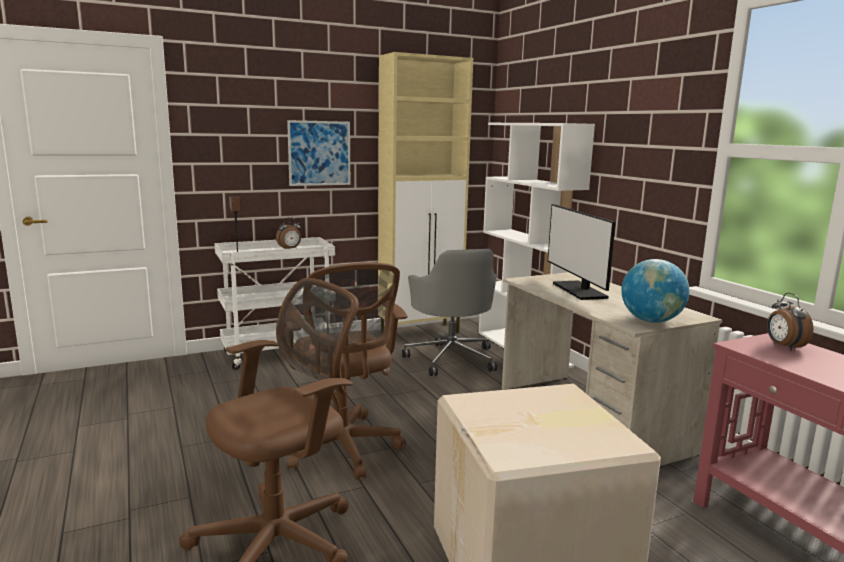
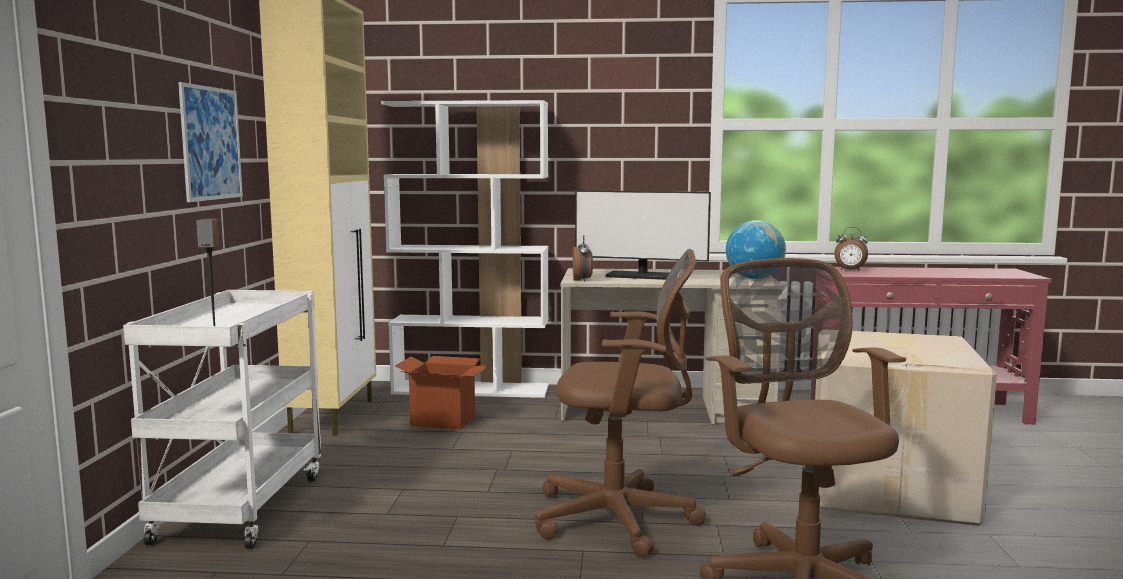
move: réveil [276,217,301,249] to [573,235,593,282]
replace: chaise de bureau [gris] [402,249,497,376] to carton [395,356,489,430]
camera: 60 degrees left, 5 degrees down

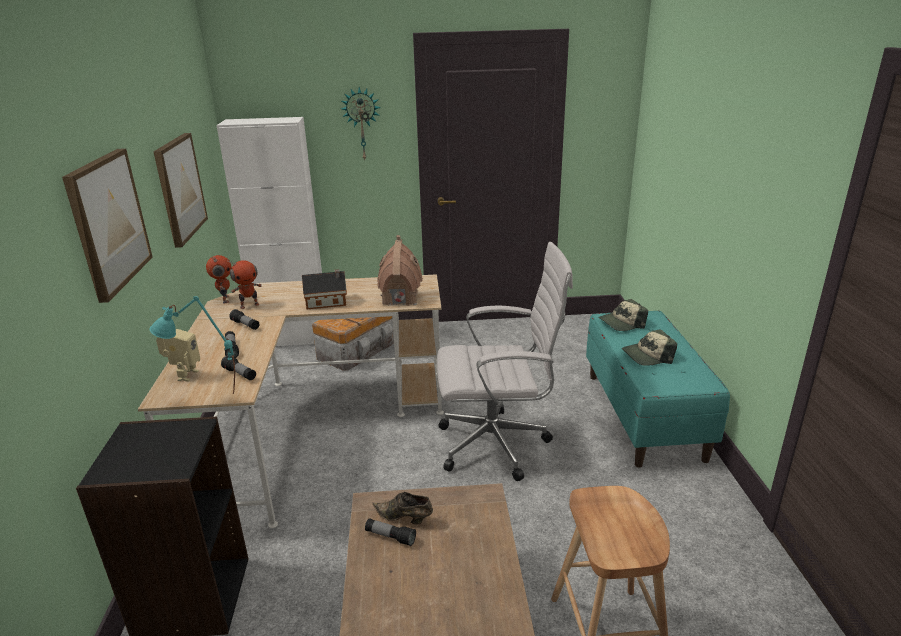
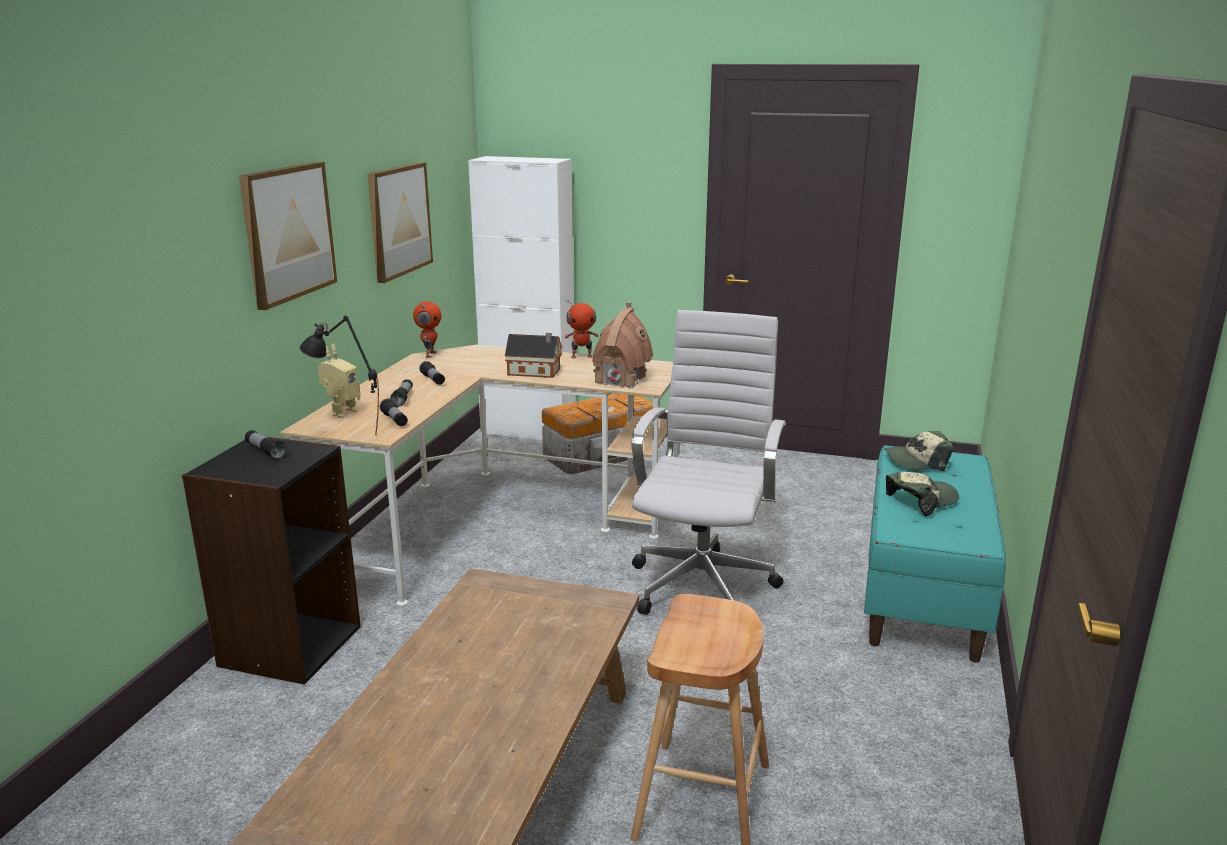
delete: horloge murale [341,87,381,160]; chaussure [marron] [372,492,433,525]
move: lampe de poche [365,518,416,546] to [245,430,287,459]; robot jouet [227,259,262,309] to [564,299,599,359]
recolor: lampe de table [turquoise] [150,296,235,391] to lampe de table [noir] [300,316,379,435]
rotate: chaise de bureau [blanc] [437,242,573,481] = [632,310,786,615] 90 degrees counterclockwise; casquette [622,330,677,366] = [886,472,959,516] 150 degrees clockwise
camera: 20 degrees right, 5 degrees down

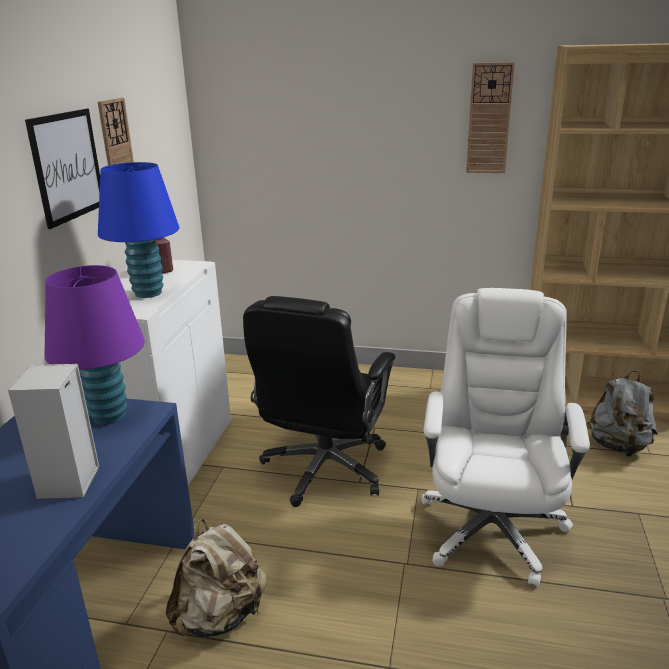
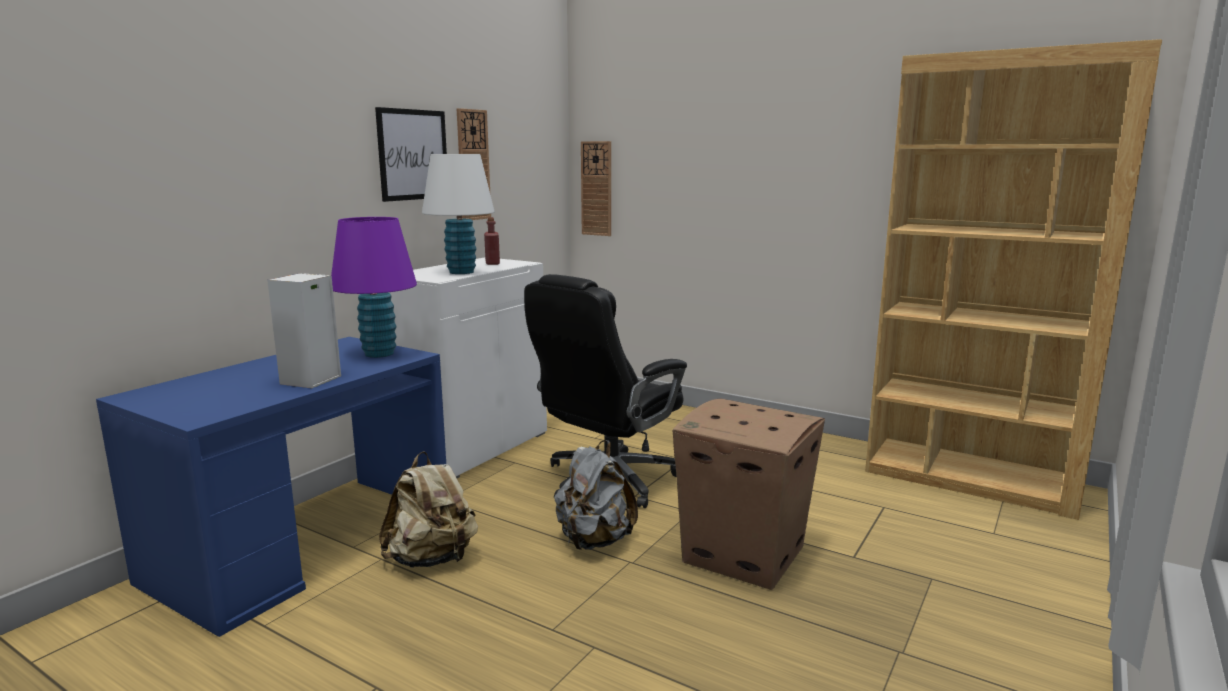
move: sac à dos [gris] [586,371,657,457] to [554,440,638,550]; horloge murale [466,62,515,173] to [581,141,611,236]
replace: chaise de bureau [blanc] [422,288,590,587] to carton [673,399,825,590]
recolor: lampe de table [bleu] [98,162,179,298] to lampe de table [blanc] [422,154,495,274]
camera: 20 degrees right, 10 degrees down

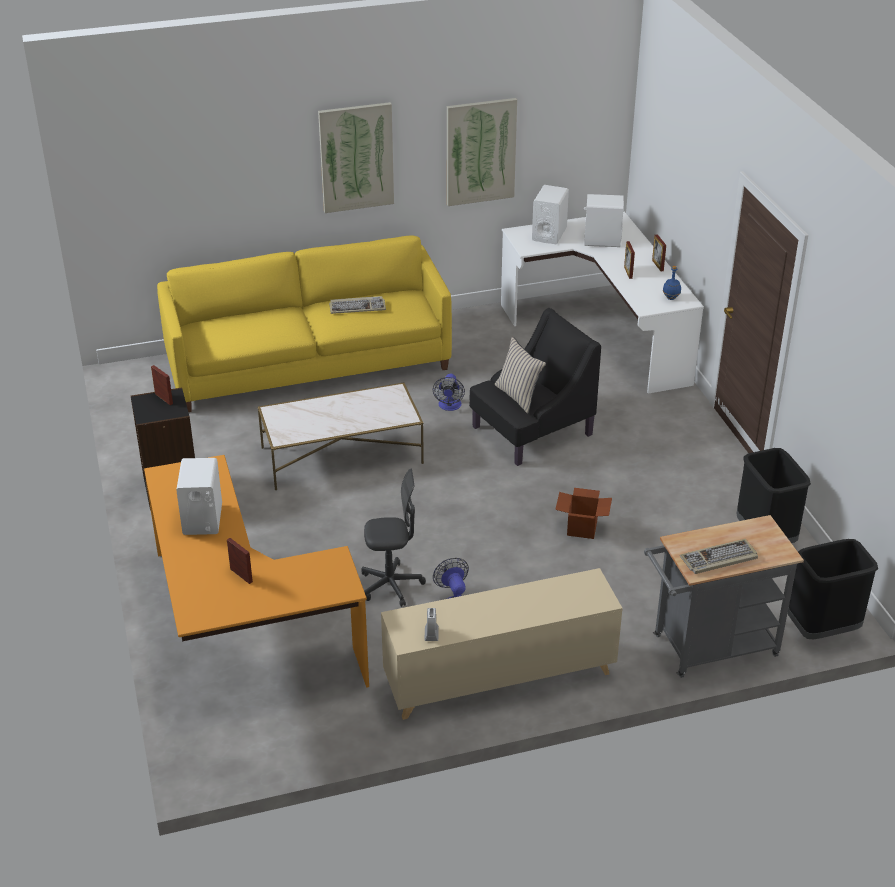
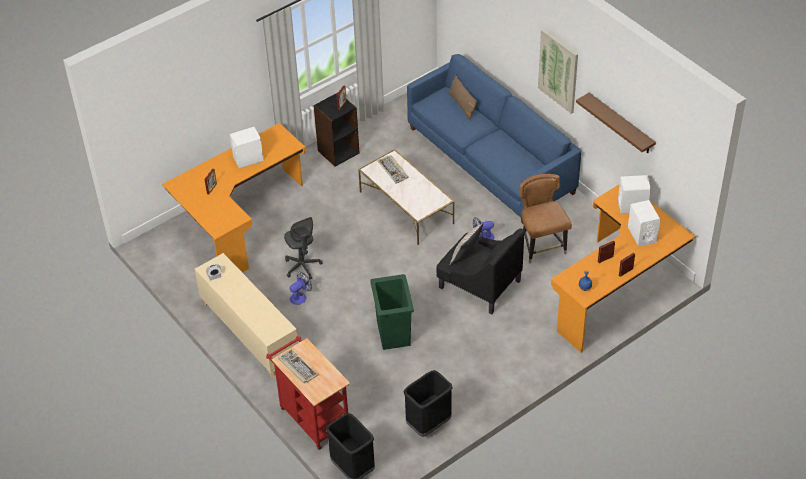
insert: coussin [marron] [448,75,477,121]; chaise [marron] [519,174,572,264]
move: clavier [329,296,386,314] to [378,155,408,183]
replace: carton [555,488,612,539] to poubelle [vert] [370,274,414,350]; tableau [447,98,517,206] to étagère [marron] [576,92,656,153]
recolor: chariot [gris] [644,515,804,678] to chariot [rouge] [266,336,350,450]; canapé [jaune] [157,235,452,412] to canapé [bleu] [407,54,581,225]; bureau [blanc] [501,212,704,394] to bureau [orange] [551,184,696,353]
camera: 70 degrees right, 10 degrees up

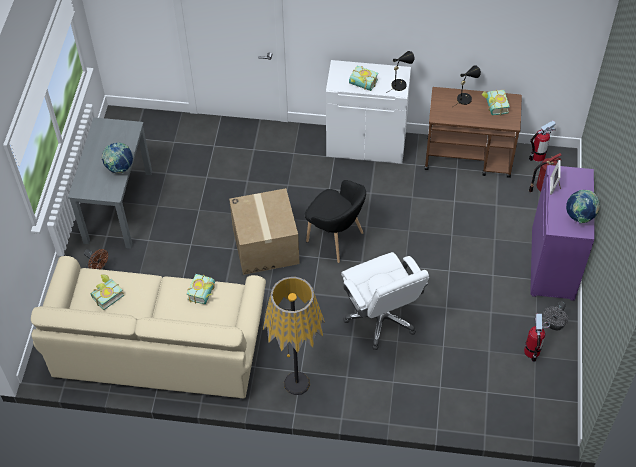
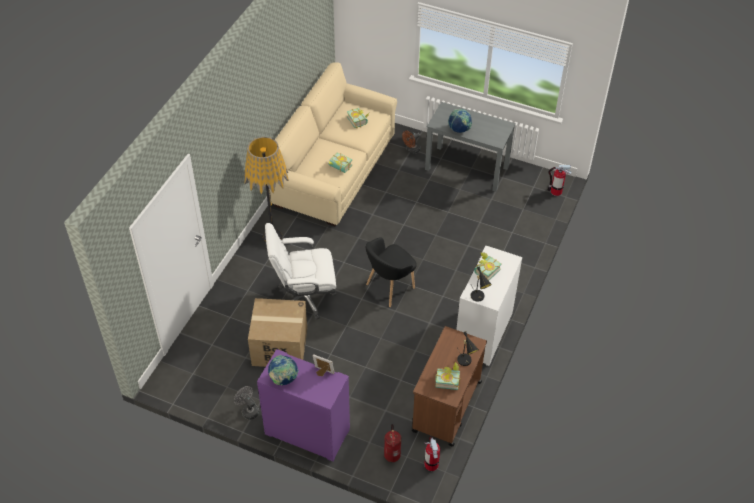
move: carton [229,188,300,275] to [248,298,307,367]; extincteur [524,314,550,362] to [548,165,571,196]
camera: 105 degrees right, 5 degrees down

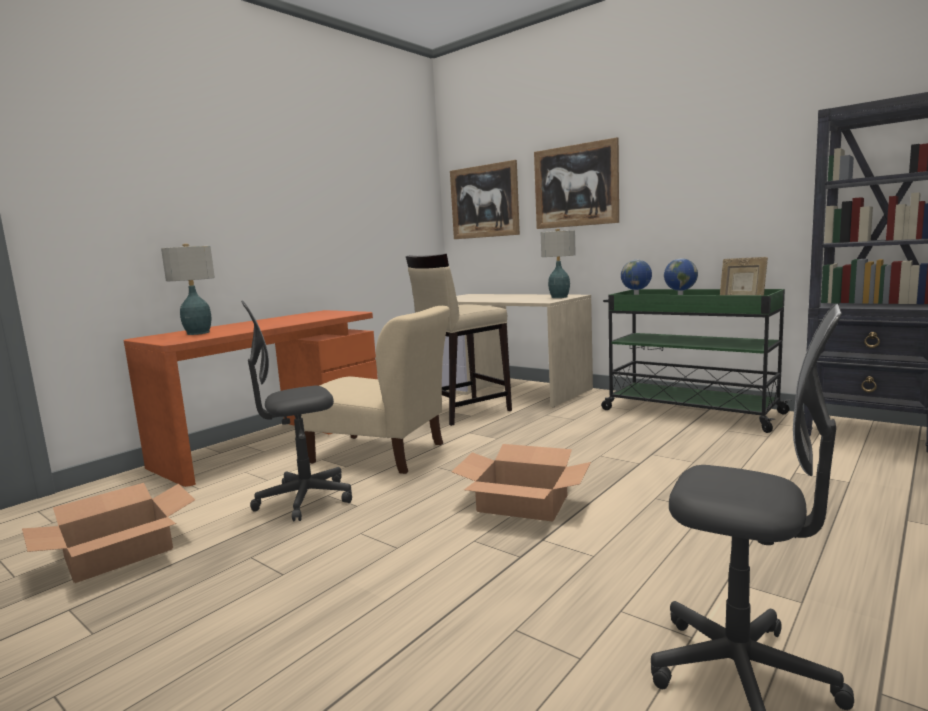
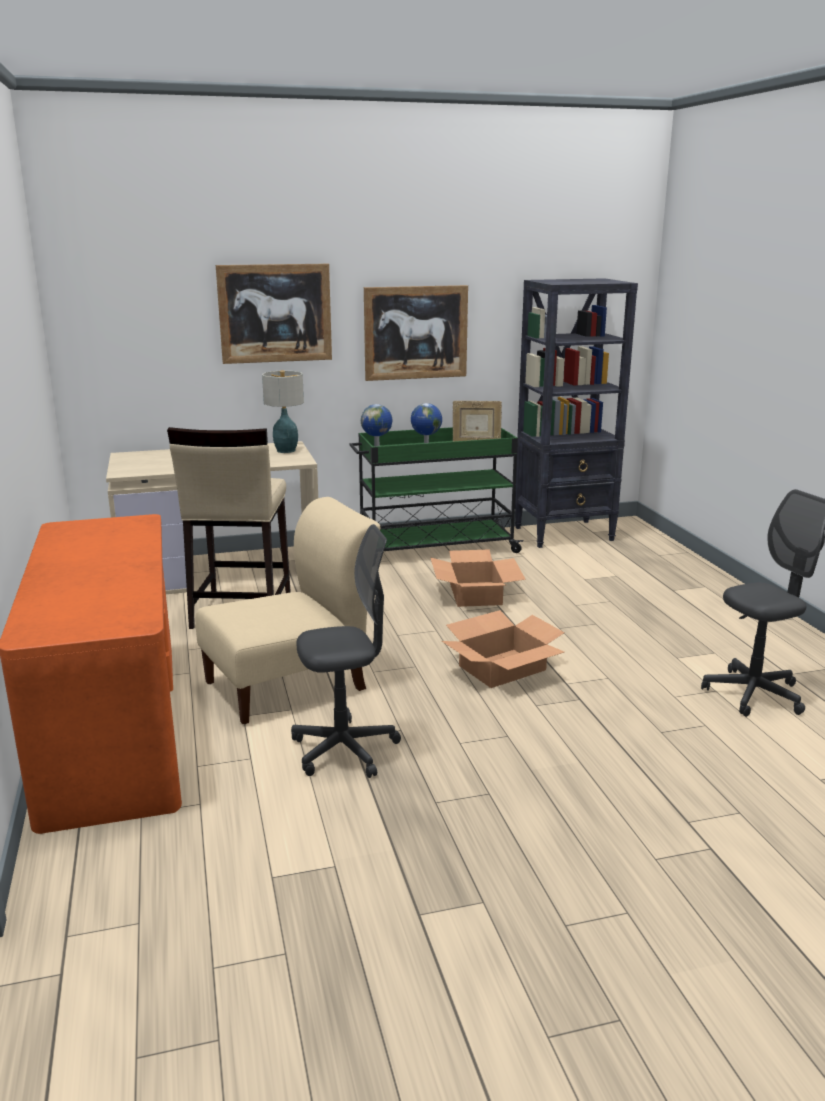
delete: lampe de table [161,244,215,335]
move: tableau [450,160,520,239] to [364,285,468,381]; carton [22,483,195,583] to [430,549,526,607]
rotate: chaise de bureau [gris] [241,301,352,522] = [291,524,401,778] 120 degrees counterclockwise
camera: 55 degrees left, 10 degrees up

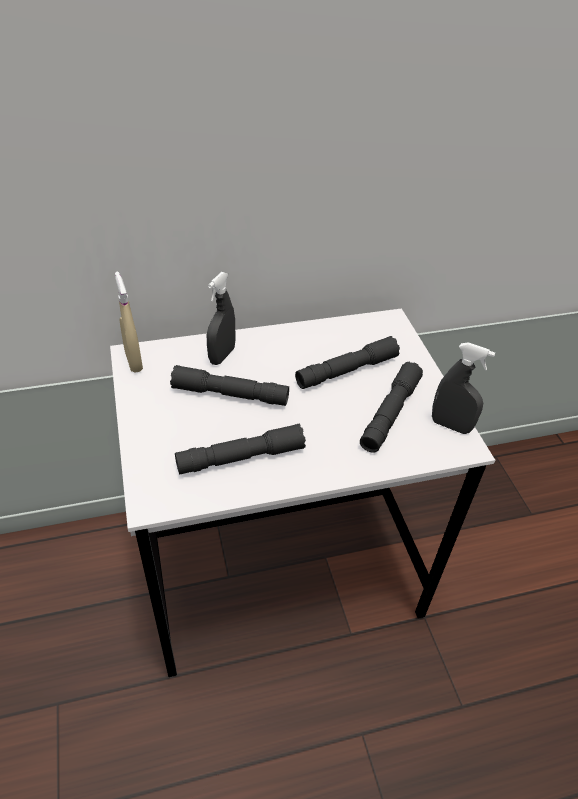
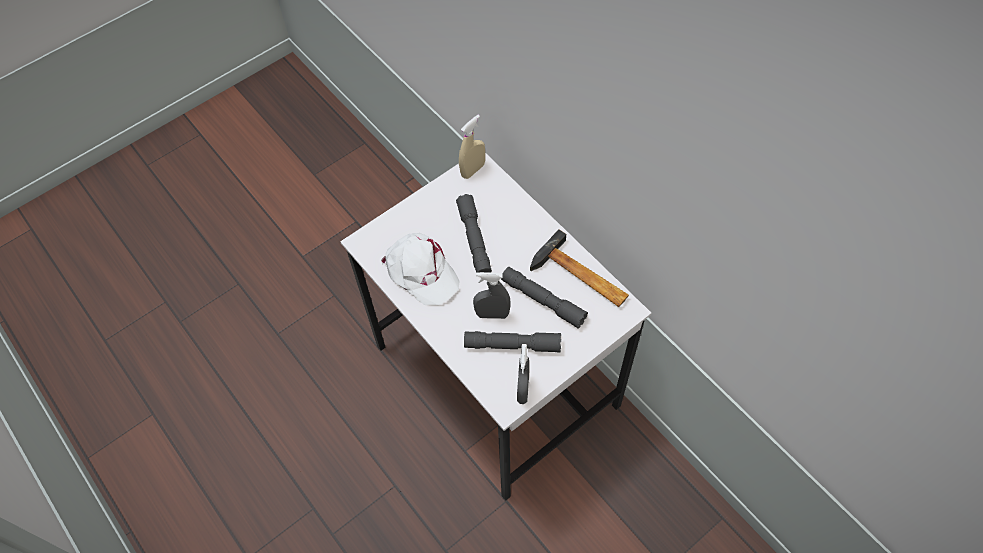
insert: marteau [530,229,629,307]
move: vaporisateur [gris] [207,272,235,365] to [473,272,511,319]
replace: lampe de poche [gris] [175,424,306,474] to casquette [blanc] [381,233,460,305]
camera: 70 degrees right, 15 degrees up

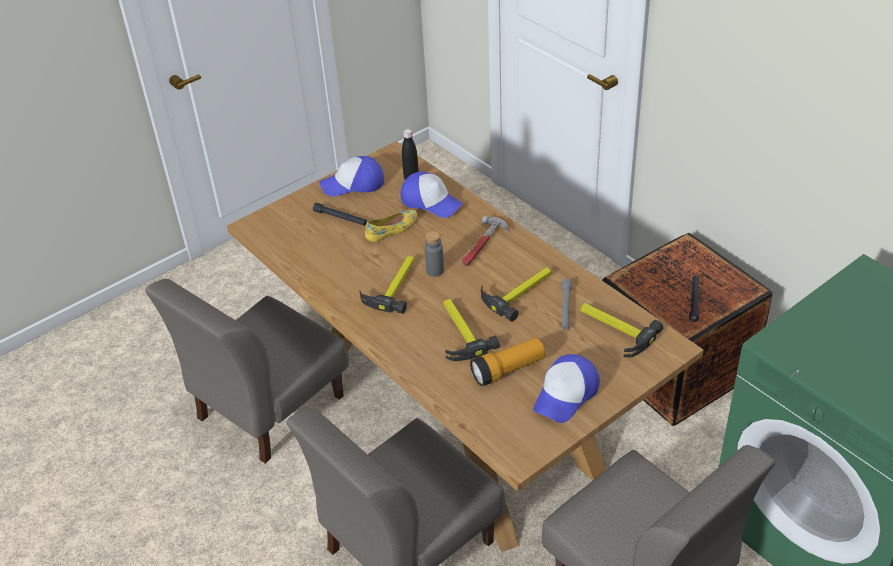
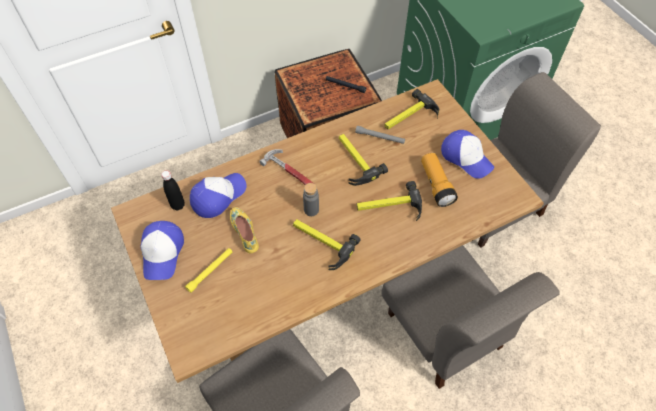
recolor: lampe de poche [noir] [313,203,367,226] to lampe de poche [jaune] [185,248,232,293]
camera: 80 degrees left, 15 degrees up

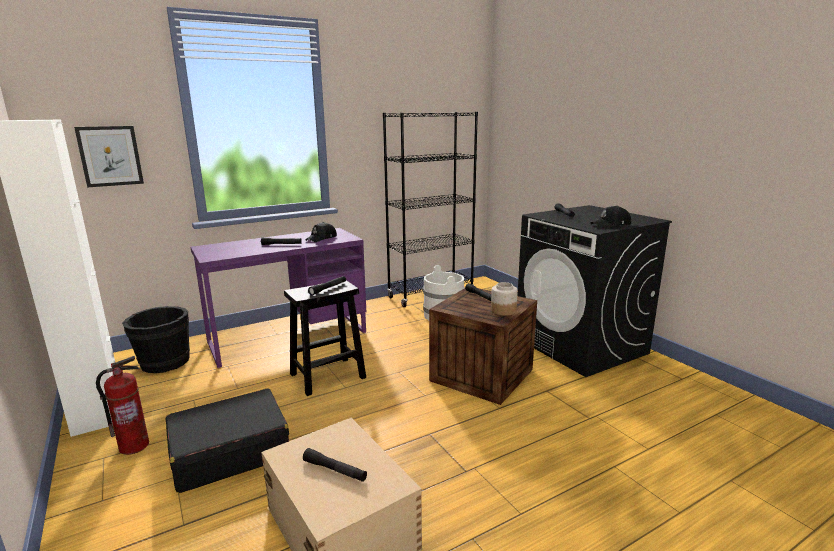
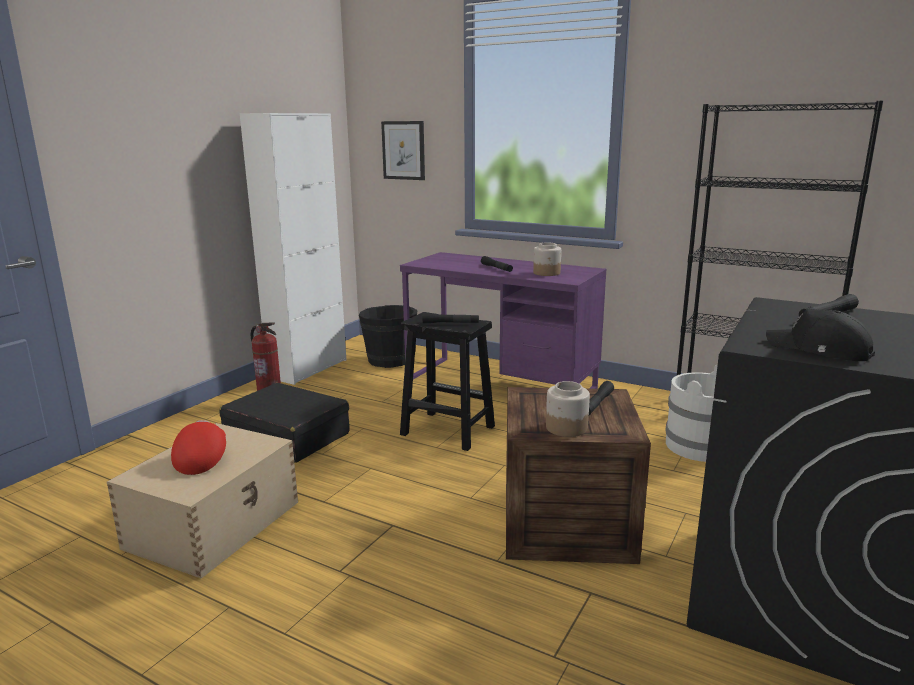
replace: lampe de poche [noir] [303,448,367,482] to casquette [rouge] [171,420,226,475]; casquette [noir] [305,222,337,242] to bocal [533,243,561,276]
camera: 60 degrees right, 0 degrees up

